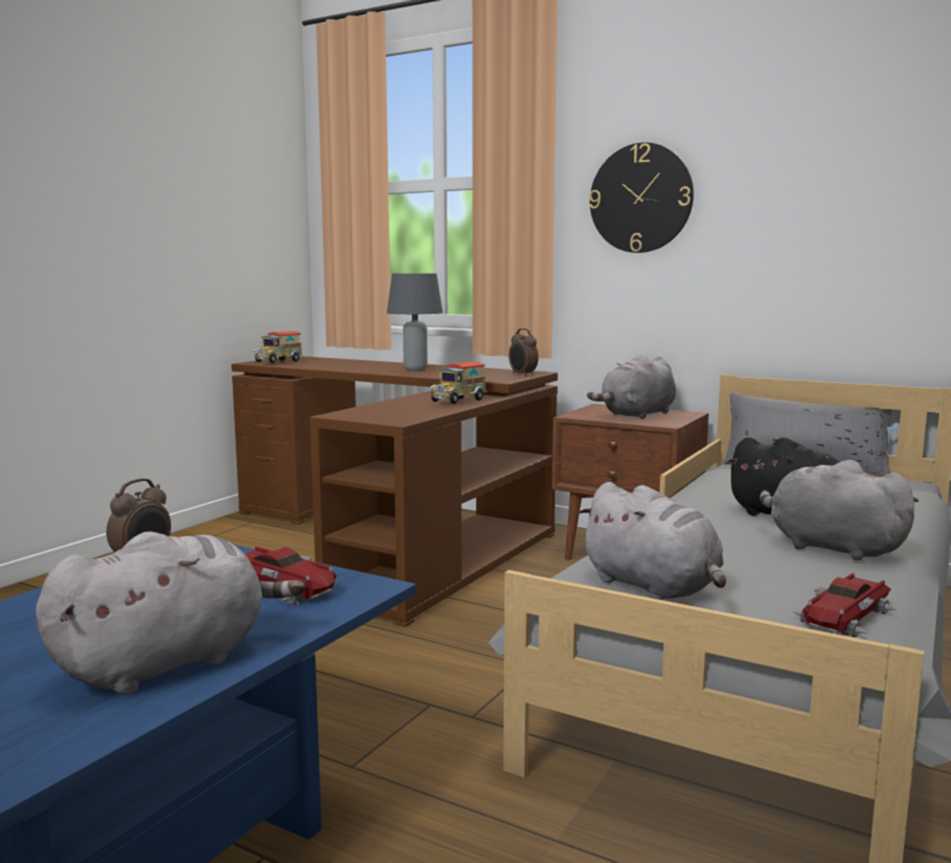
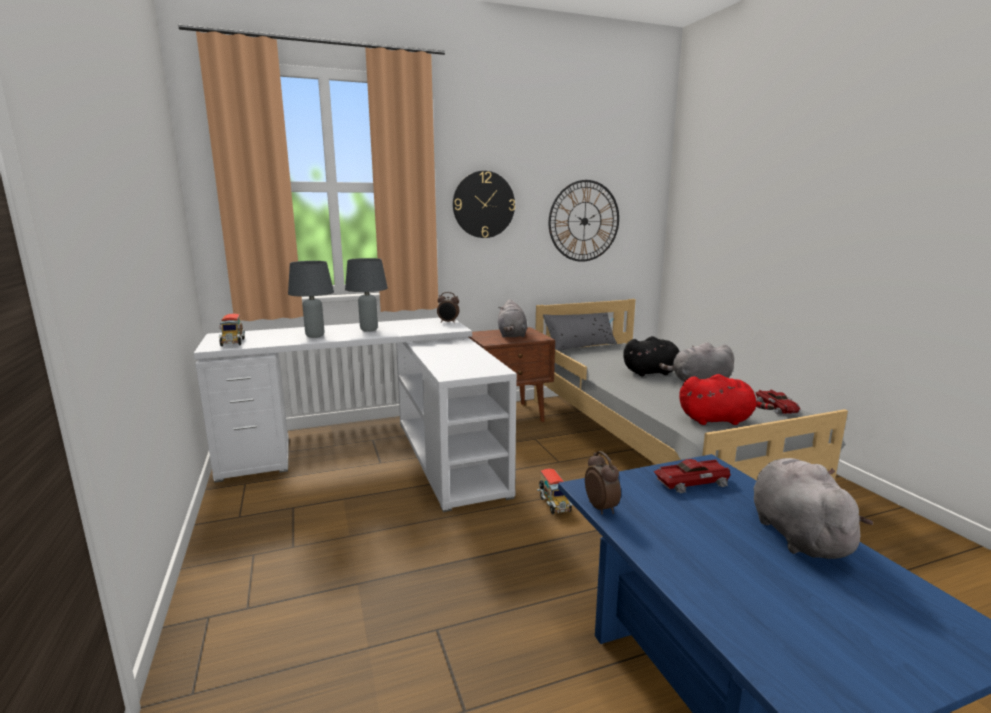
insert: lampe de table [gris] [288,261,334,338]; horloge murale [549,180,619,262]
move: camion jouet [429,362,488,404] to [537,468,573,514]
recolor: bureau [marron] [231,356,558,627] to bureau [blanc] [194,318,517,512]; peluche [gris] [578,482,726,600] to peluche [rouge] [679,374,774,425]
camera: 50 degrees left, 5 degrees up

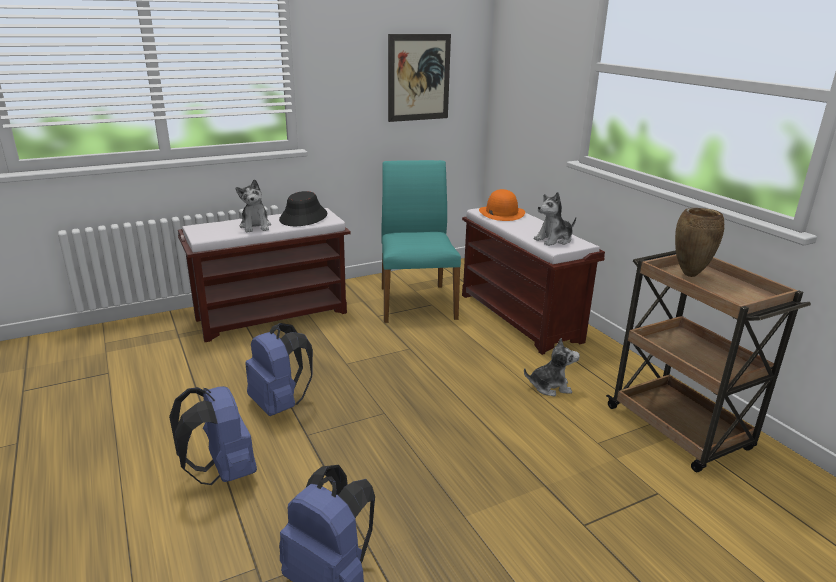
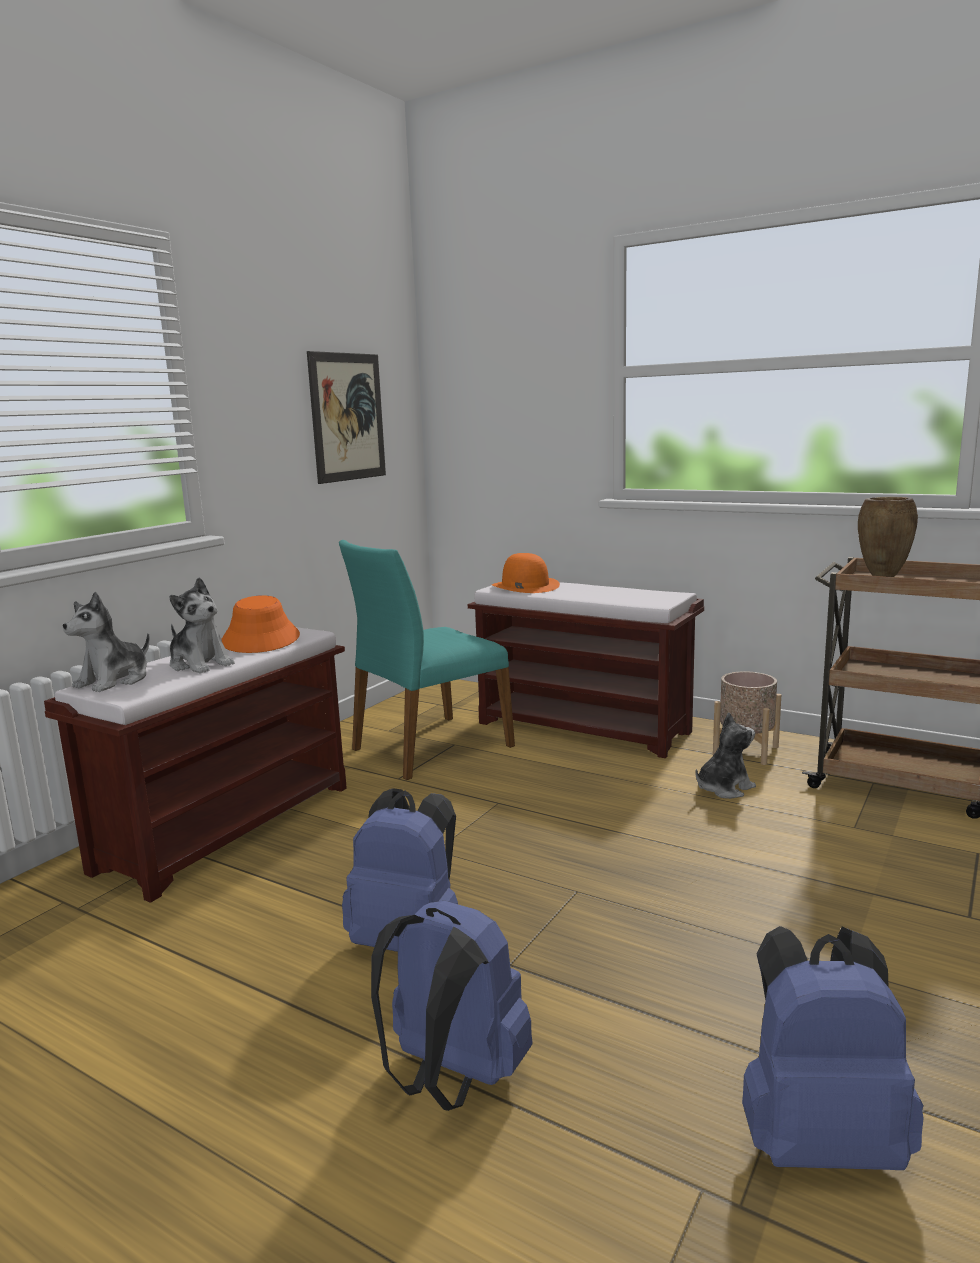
insert: cache-pot [beige] [713,671,781,765]
move: peluche [534,192,576,246] to [63,592,150,692]
recolor: chapeau [noir] [279,191,327,226] to chapeau [orange] [221,595,300,653]
rotate: chaise [turquoise] [381,160,461,323] = [339,540,515,780] 90 degrees counterclockwise
camera: 30 degrees left, 10 degrees down

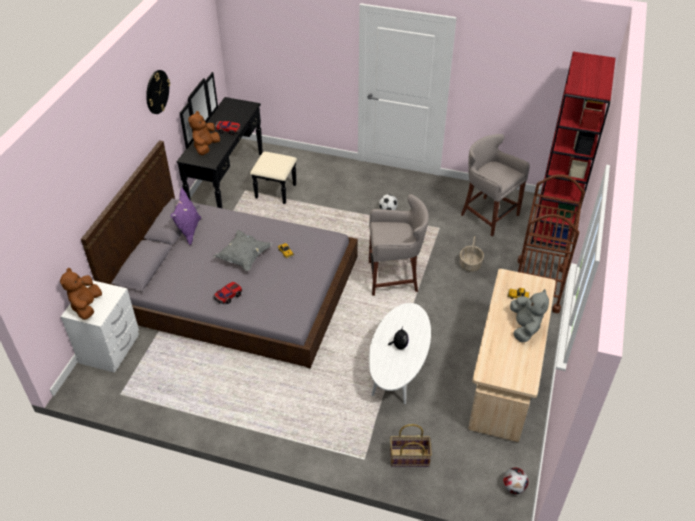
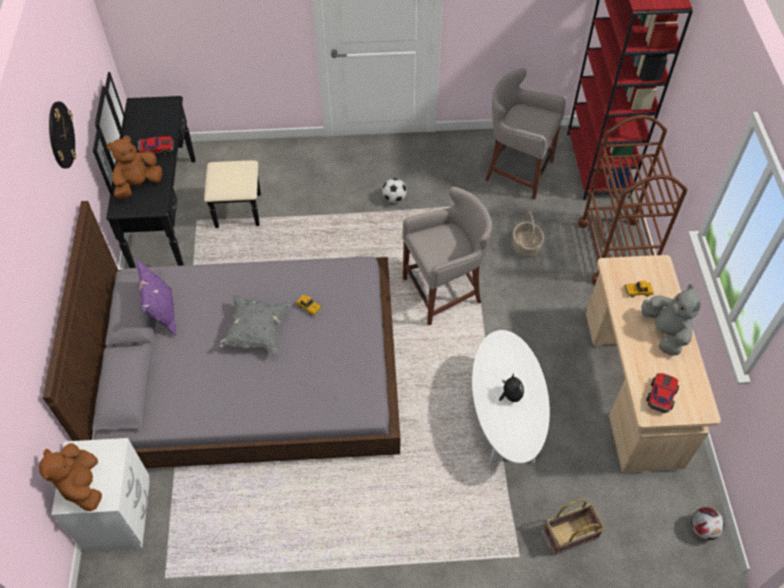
move: petite voiture [214,282,242,304] to [646,373,679,413]
rotate: peluche [marron] [188,111,220,155] = [107,136,162,199] 45 degrees clockwise
camera: 20 degrees left, 10 degrees up

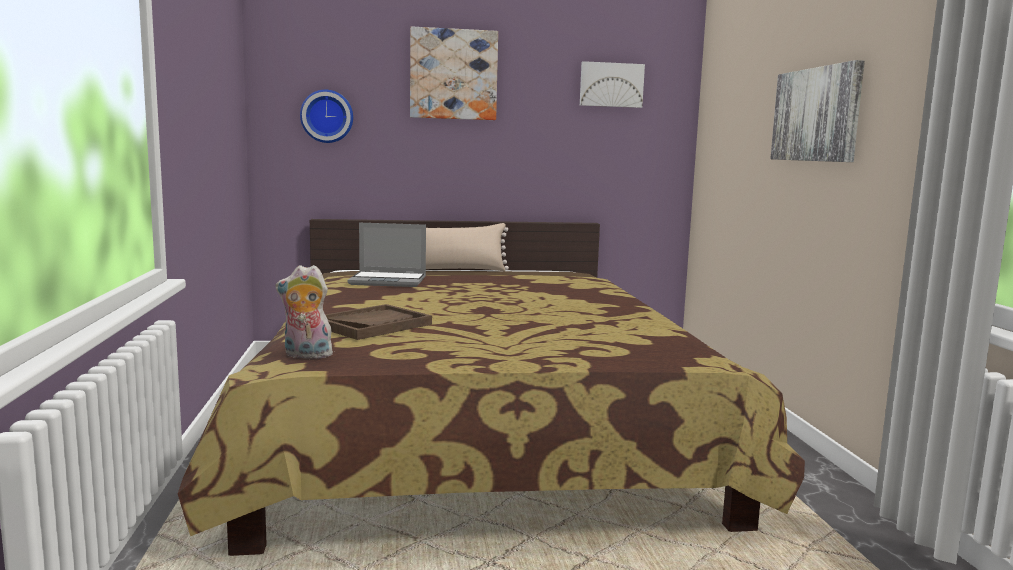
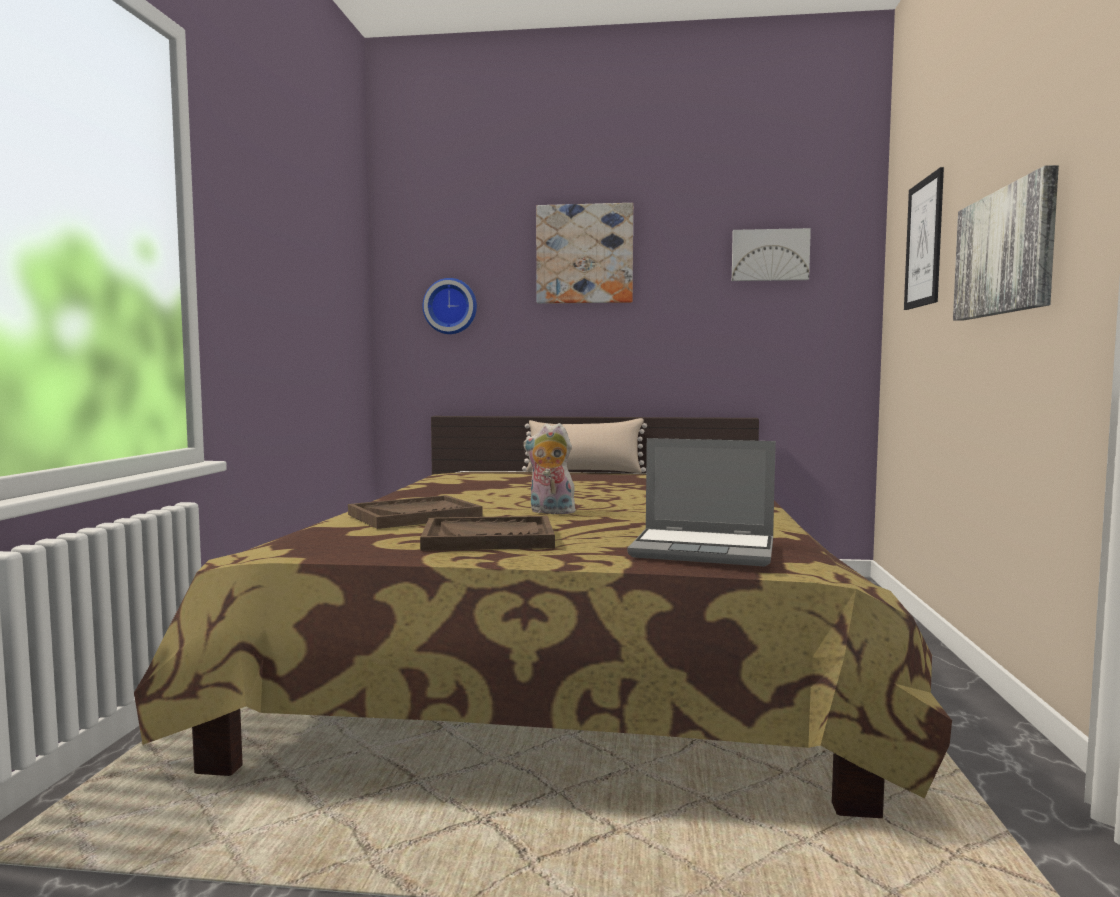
insert: plateau [marron] [420,516,555,551]; tableau [904,167,944,310]
move: peluche [276,265,336,359] to [523,423,576,514]; ordinateur portable [348,223,426,287] to [627,438,776,567]
camera: 15 degrees right, 5 degrees down

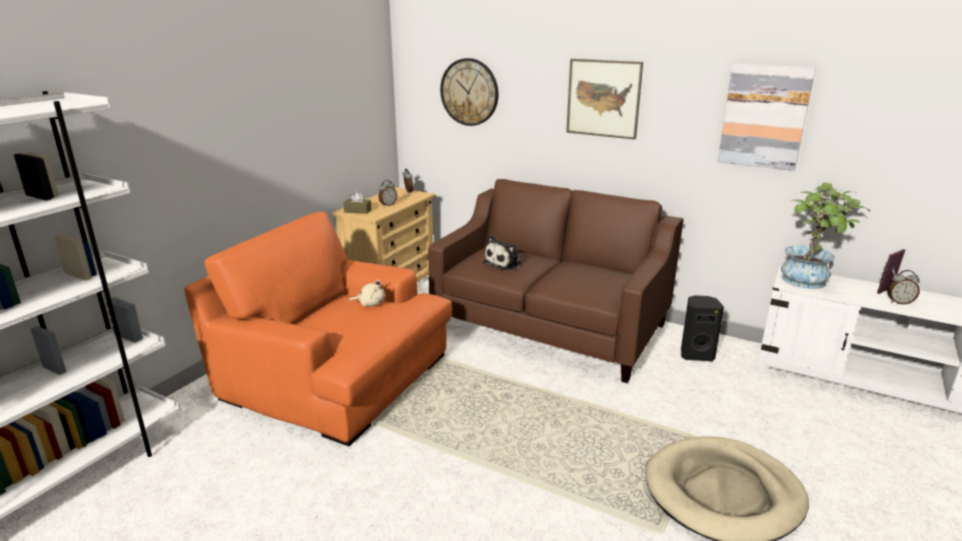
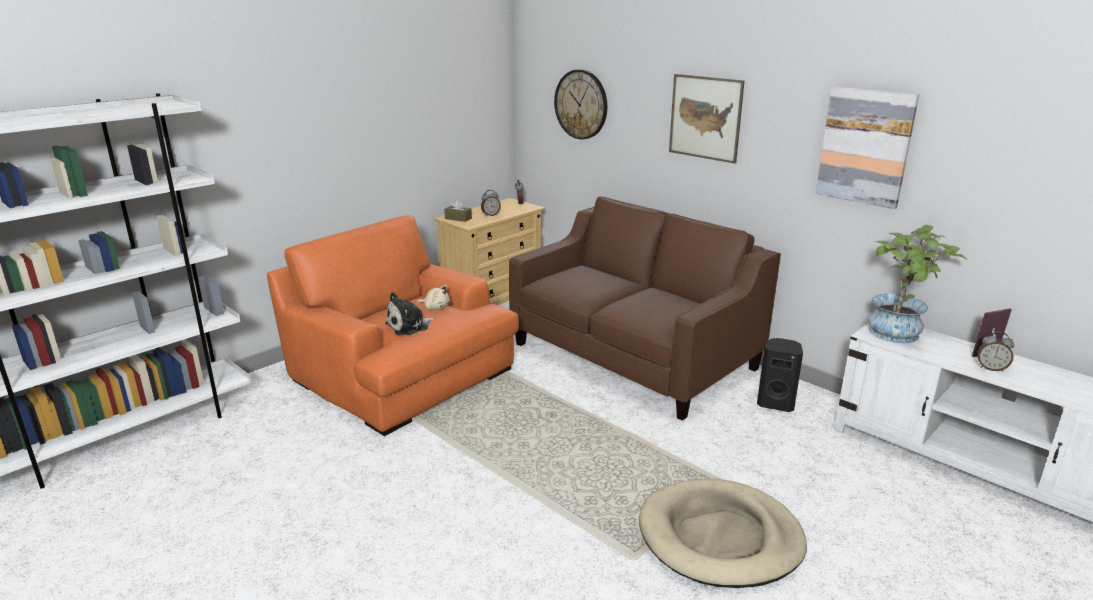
move: peluche [483,235,523,270] to [385,292,436,335]
camera: 15 degrees right, 0 degrees up

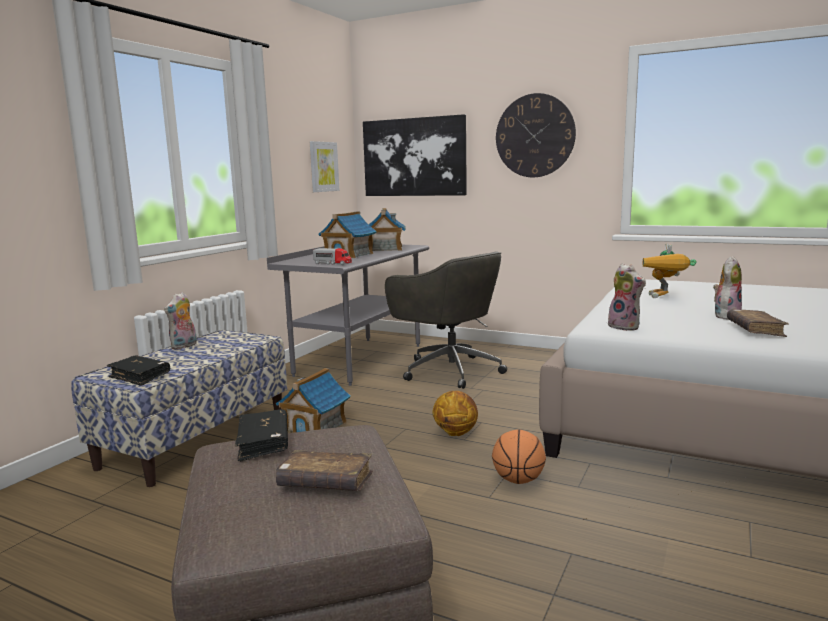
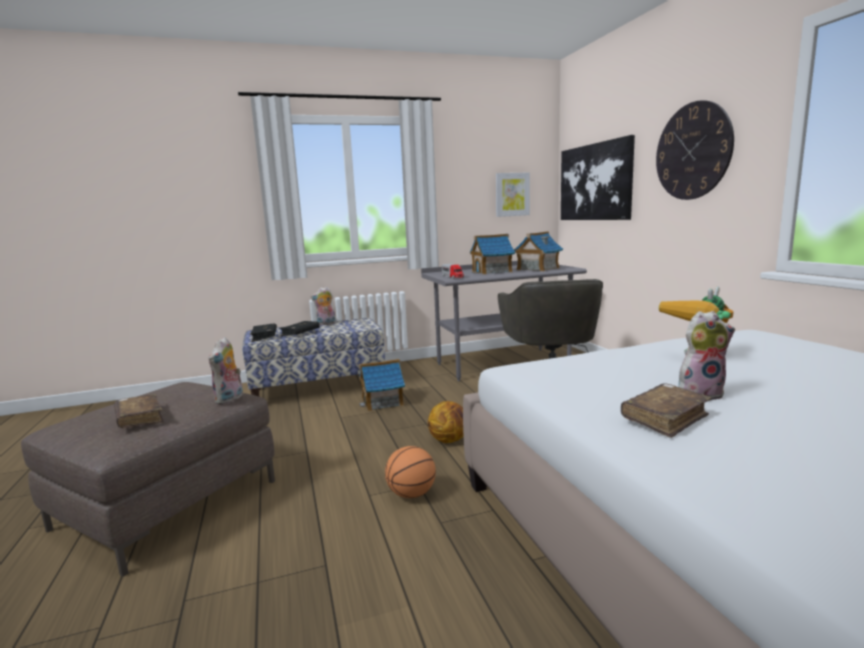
move: peluche [608,263,646,331] to [209,337,243,405]; livre [noir] [235,409,288,462] to [279,321,319,336]
camera: 45 degrees right, 0 degrees up

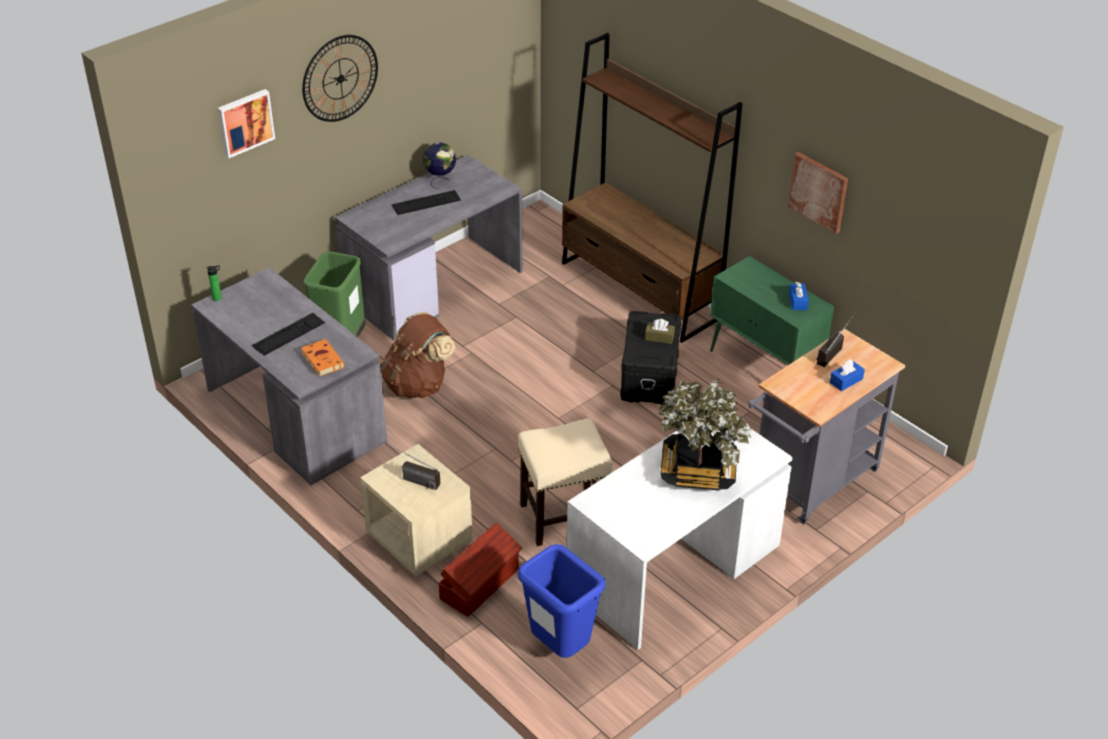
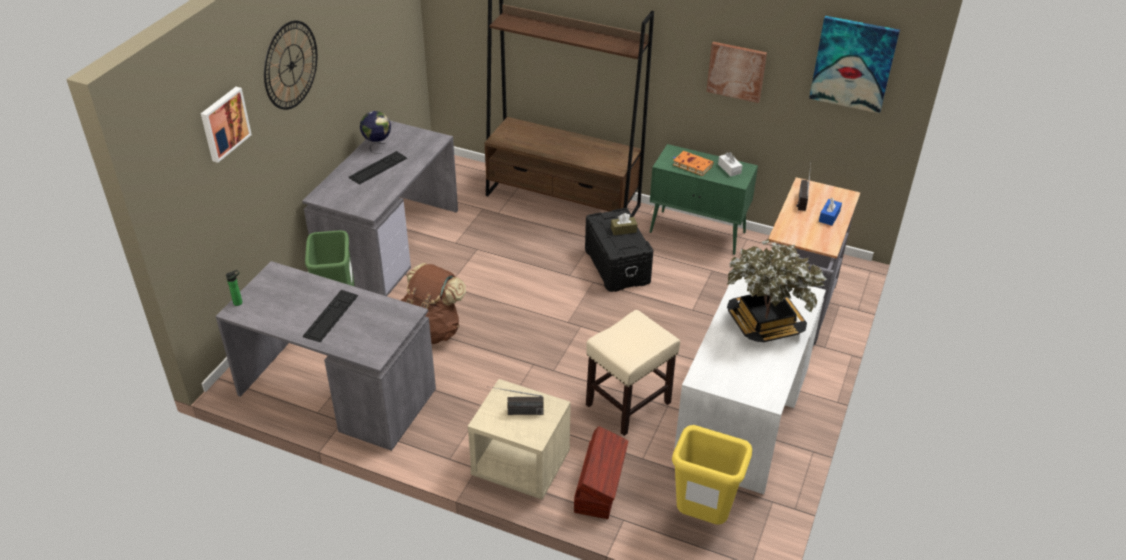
insert: tableau [809,16,900,114]
move: livre [orange] [301,339,345,377] to [673,151,713,176]
recolor: poubelle [bleu] [518,544,605,658] to poubelle [jaune] [672,425,752,525]; boîte à mouchoirs [bleu] [789,282,809,310] to boîte à mouchoirs [blanc] [718,152,742,176]
camera: 25 degrees left, 0 degrees up

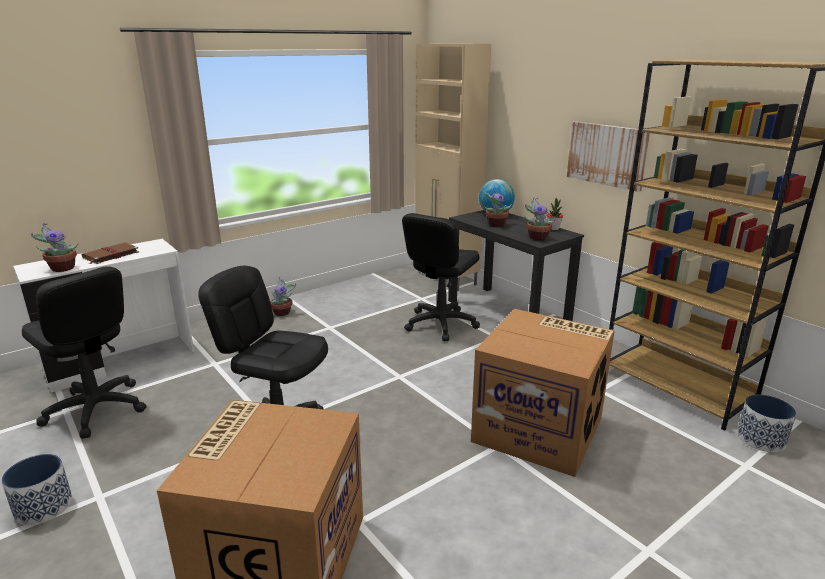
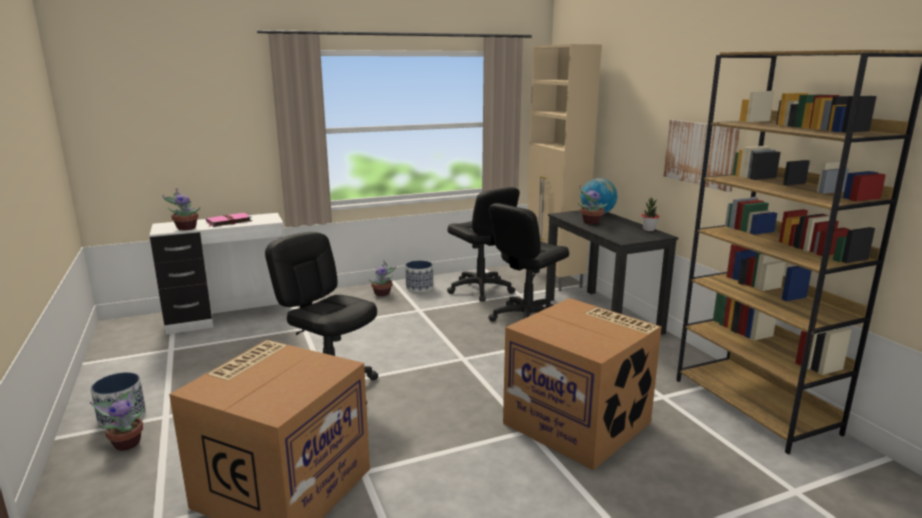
move: plante en pot [524,197,556,240] to [90,386,144,450]; cache-pot [737,394,796,452] to [405,260,433,292]; chaise de bureau [noir] [22,266,146,439] to [447,187,520,302]
recolor: livre [marron] [82,243,139,264] to livre [rose] [206,213,252,227]
camera: 15 degrees right, 5 degrees down

